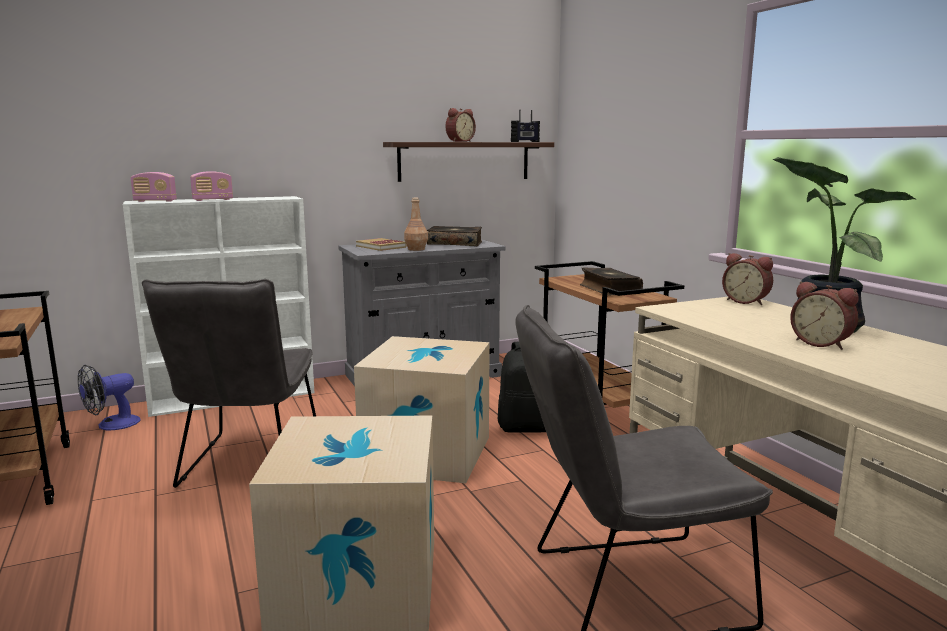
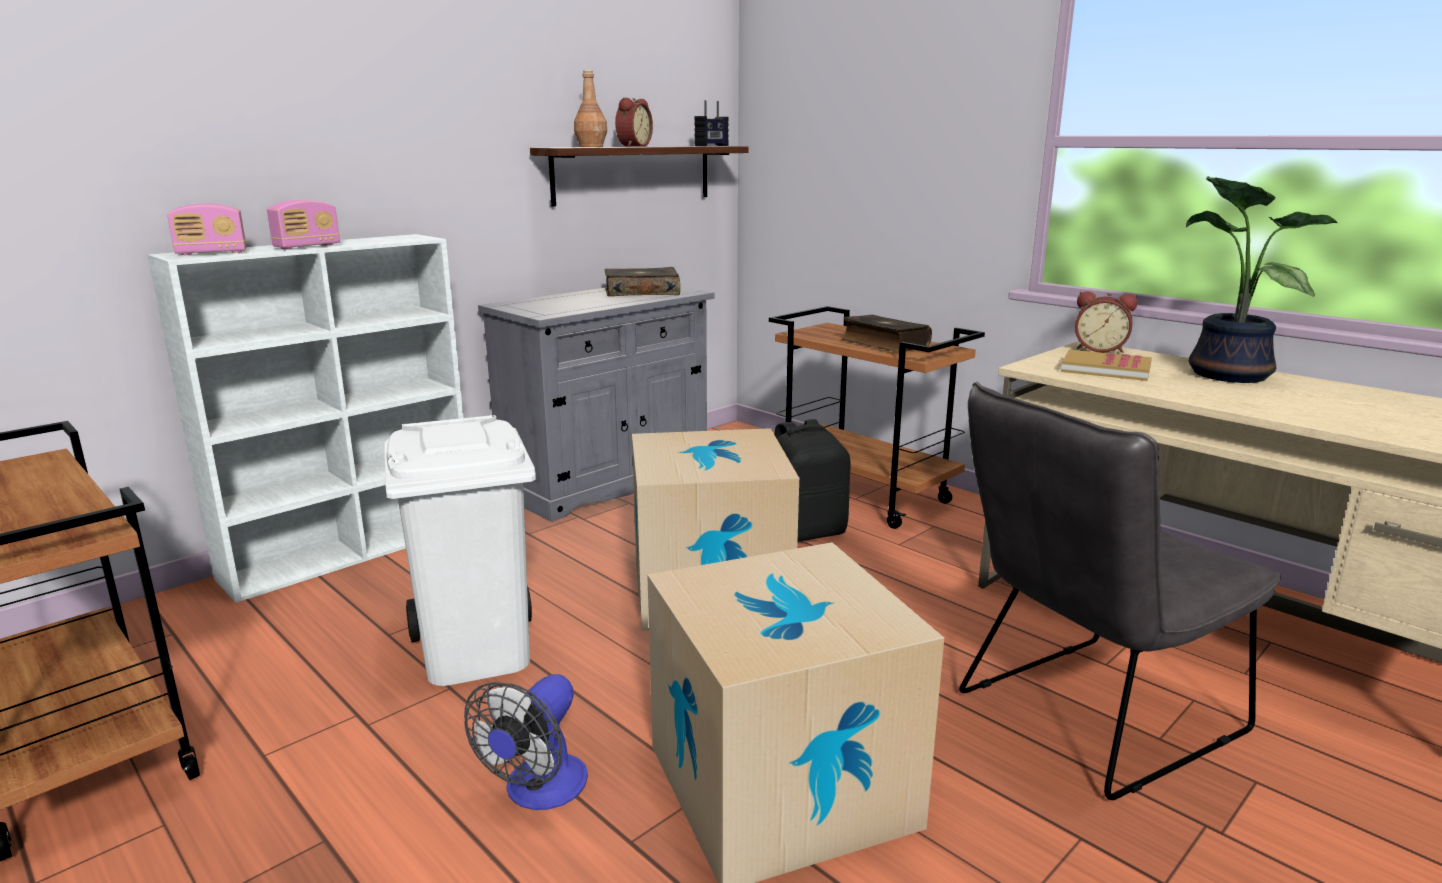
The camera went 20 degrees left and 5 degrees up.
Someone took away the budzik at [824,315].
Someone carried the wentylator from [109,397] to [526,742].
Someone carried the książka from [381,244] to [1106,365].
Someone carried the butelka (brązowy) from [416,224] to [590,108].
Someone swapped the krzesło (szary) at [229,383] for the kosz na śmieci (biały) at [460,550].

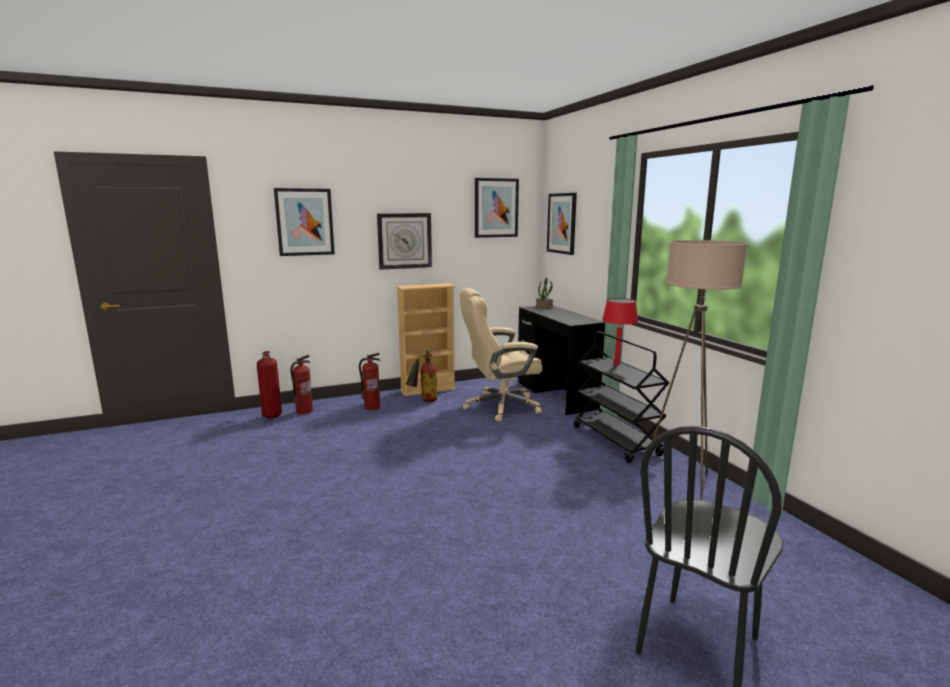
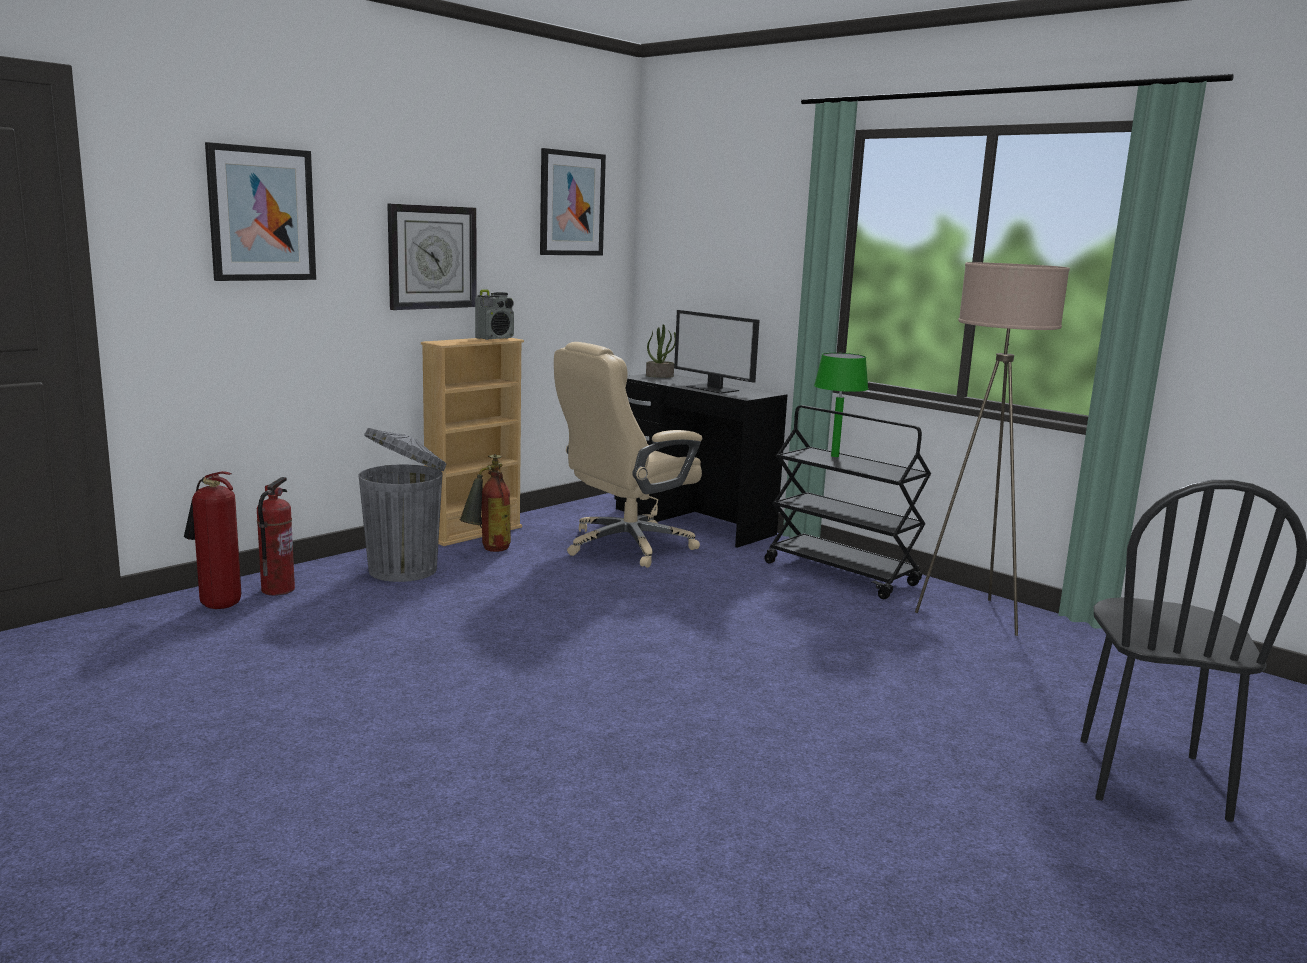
The camera went 25 degrees left and 0 degrees up.
Someone took away the obraz at [562,224].
Someone put down the radio at [494,314].
Someone put down the monitor at [717,352].
Someone swapped the gaśnica at [370,381] for the kosz na śmieci (szary) at [402,505].
Someone repainted the lampa stołowa (czerwony) at [620,332], which became the lampa stołowa (zielony) at [841,405].

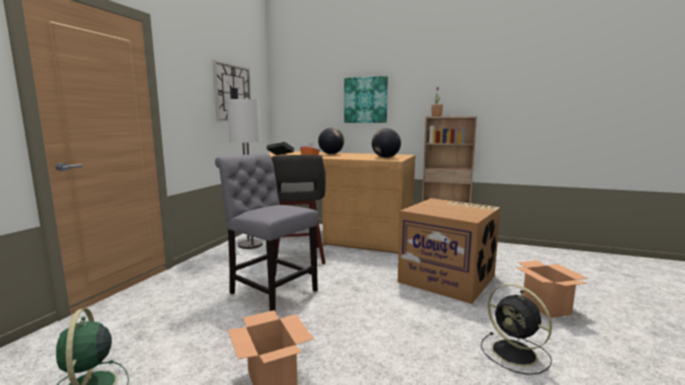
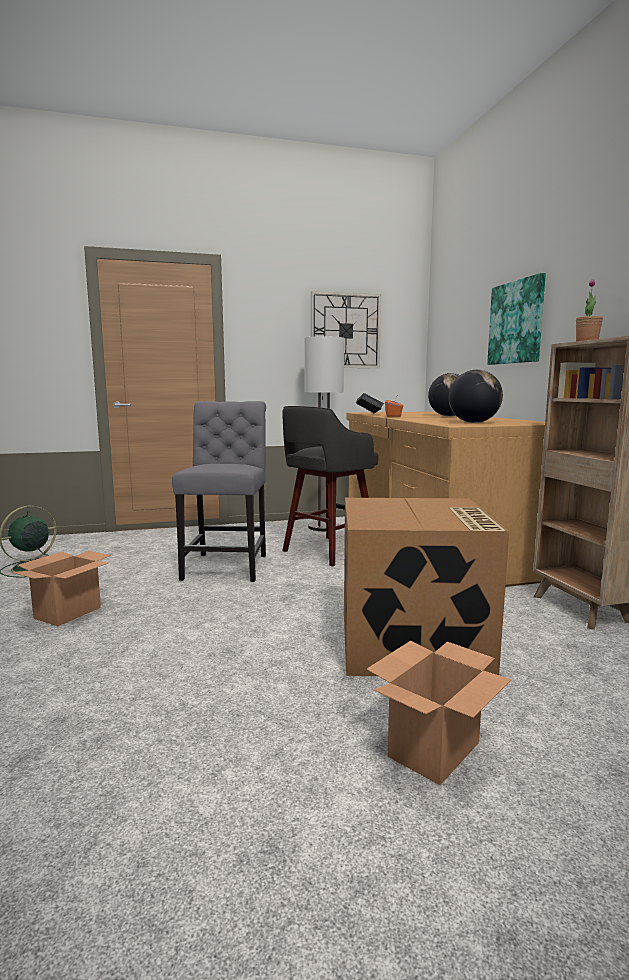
The camera went 55 degrees right and 0 degrees up.
Someone took away the wentylator (czarny) at [516,329].

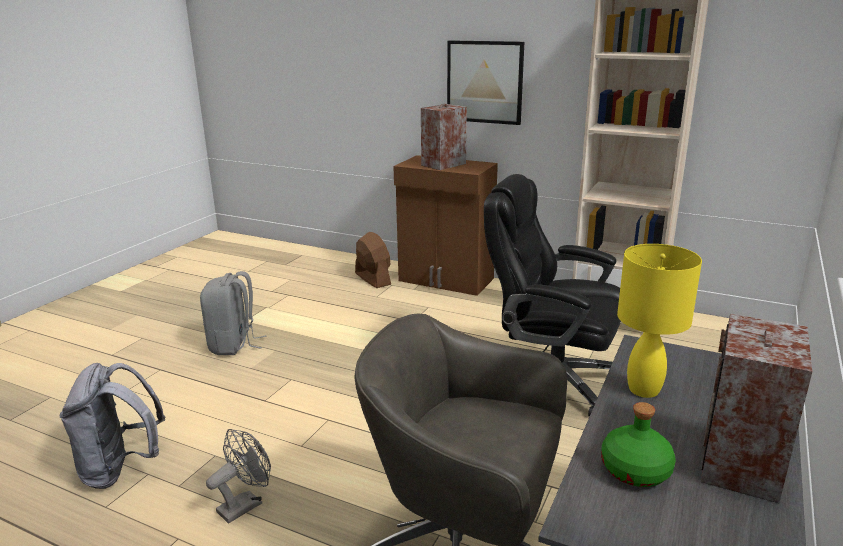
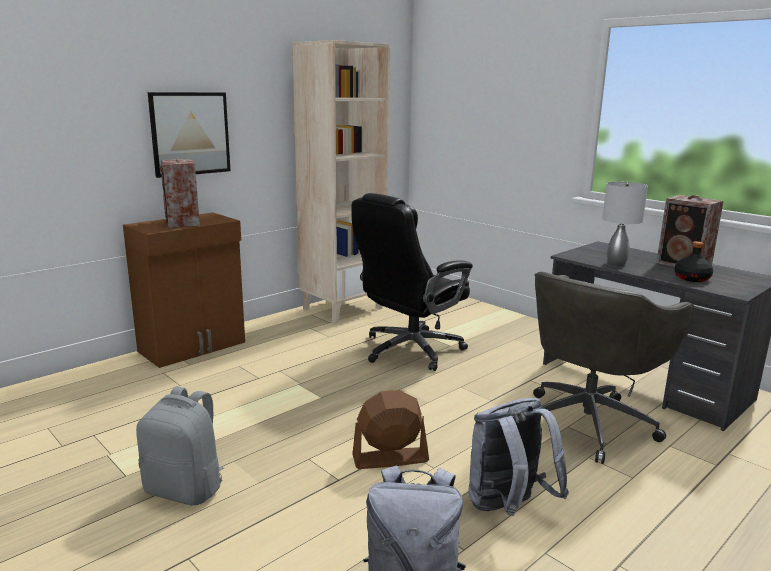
The camera went 70 degrees left and 5 degrees down.
Someone carried the wentylator (brązowy) from [373,260] to [390,429].
Someone swapped the wentylator (szary) at [238,476] for the plecak (szary) at [518,457].
Someone repainted the butelka (zielony) at [638,444], which became the butelka (czarny) at [693,261].
Someone repainted the lampa stołowa (żółty) at [659,321], which became the lampa stołowa (szary) at [625,224].

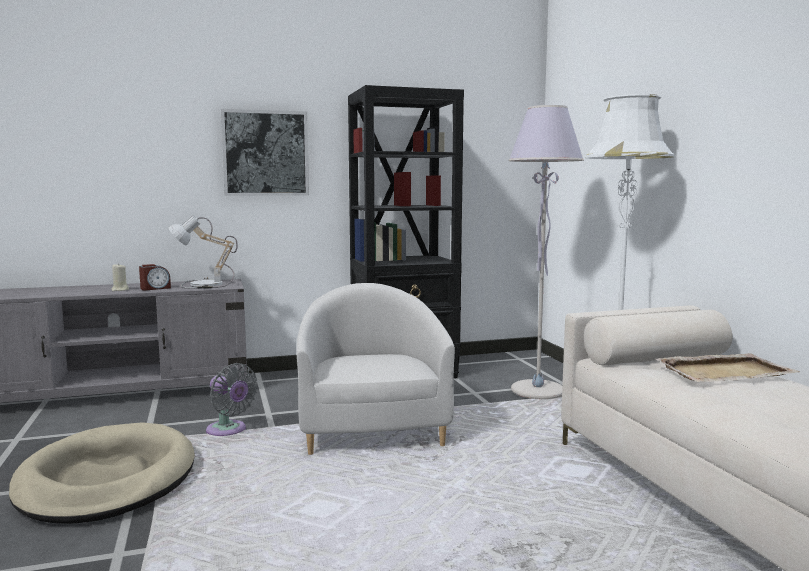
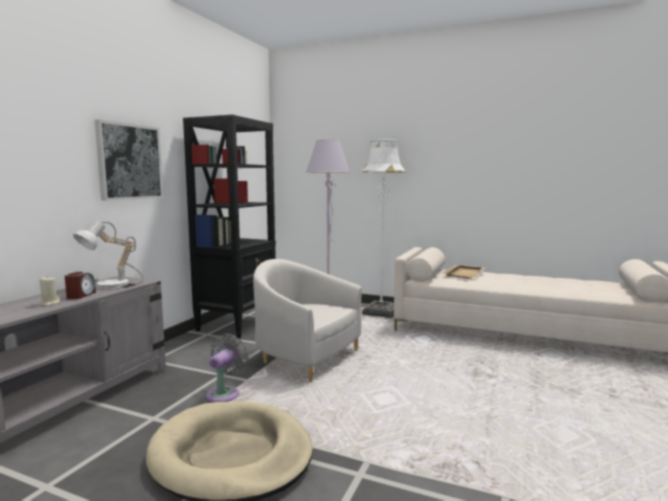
The camera went 50 degrees left and 0 degrees up.
Someone rotated the wentylator (szary) at [232,399] by 60 degrees counterclockwise.

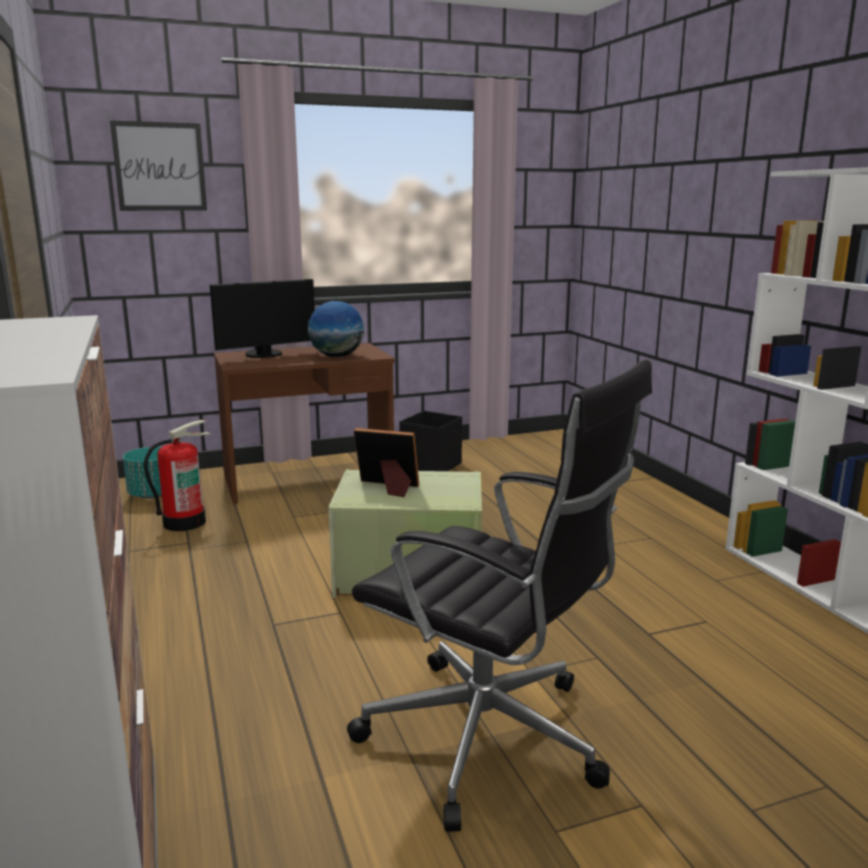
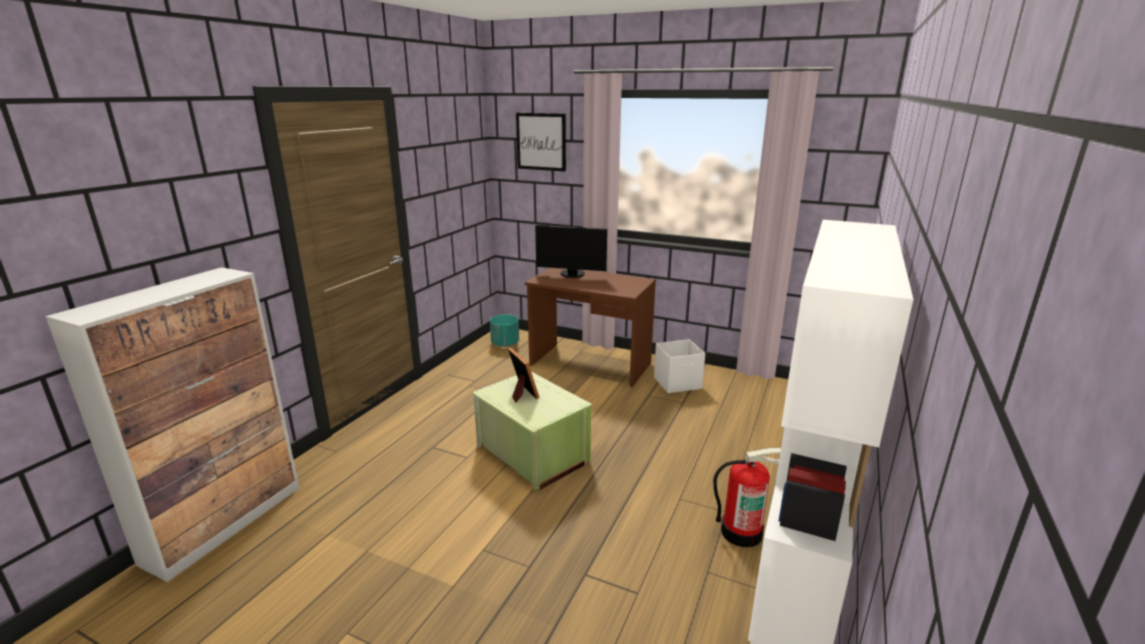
The camera went 45 degrees right and 5 degrees up.
Someone took away the globus at [336,329].
Someone took away the krzesło biurowe (czarny) at [499,596].
Someone carried the gaśnica from [177,475] to [747,497].
Someone repainted the pojemnik do przechowywania (czarny) at [431,441], which became the pojemnik do przechowywania (biały) at [679,366].

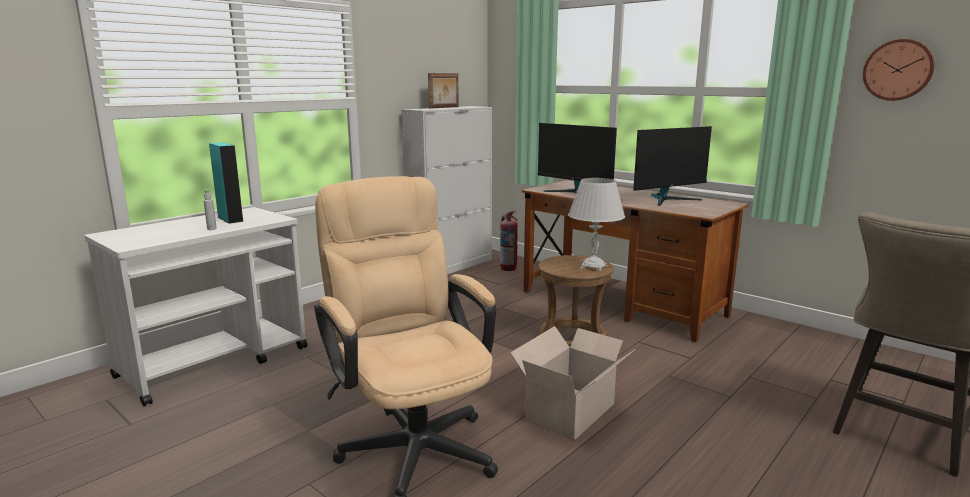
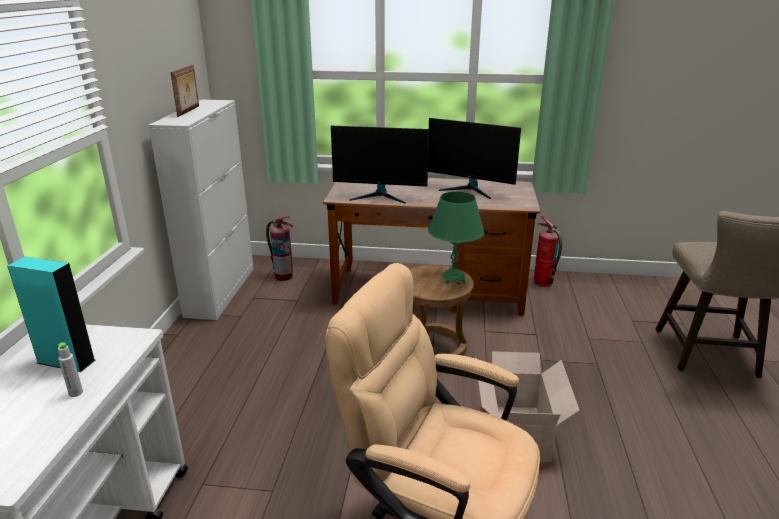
The camera went 35 degrees left and 10 degrees up.
Someone took away the zegar ścienny at [899,70].
Someone put down the gaśnica at [548,251].
Someone repainted the lampa stołowa (biały) at [596,225], which became the lampa stołowa (zielony) at [456,238].
Someone rotated the monitor at [672,166] by 90 degrees clockwise.

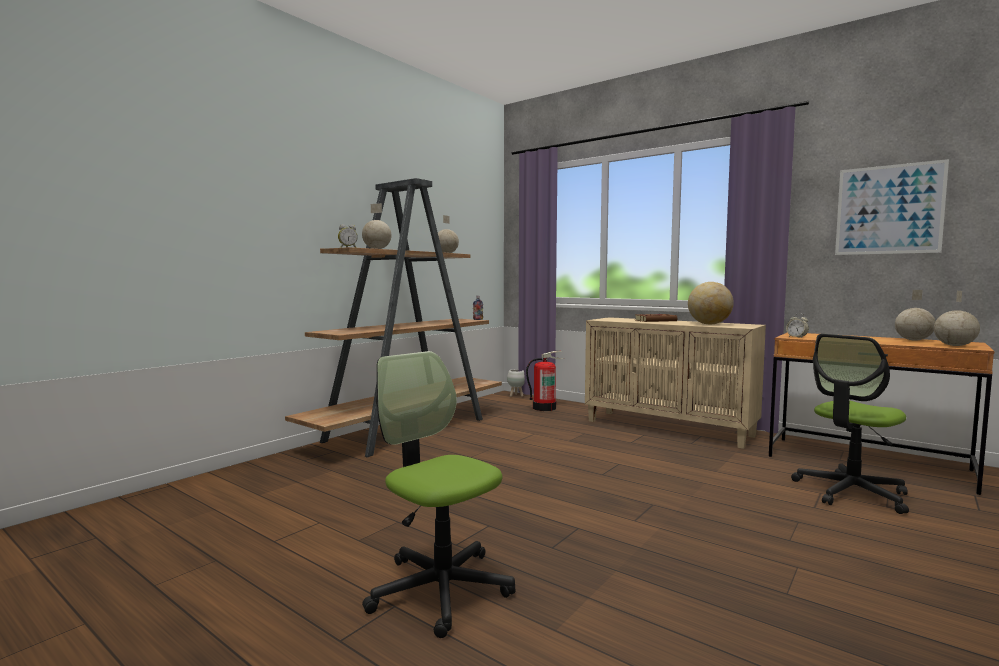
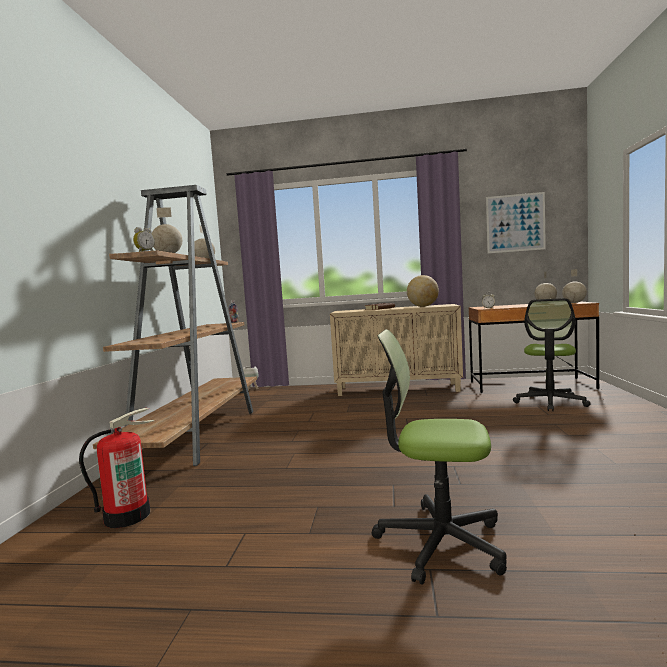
The camera went 30 degrees left and 0 degrees up.
Someone carried the gaśnica from [545,381] to [117,468].

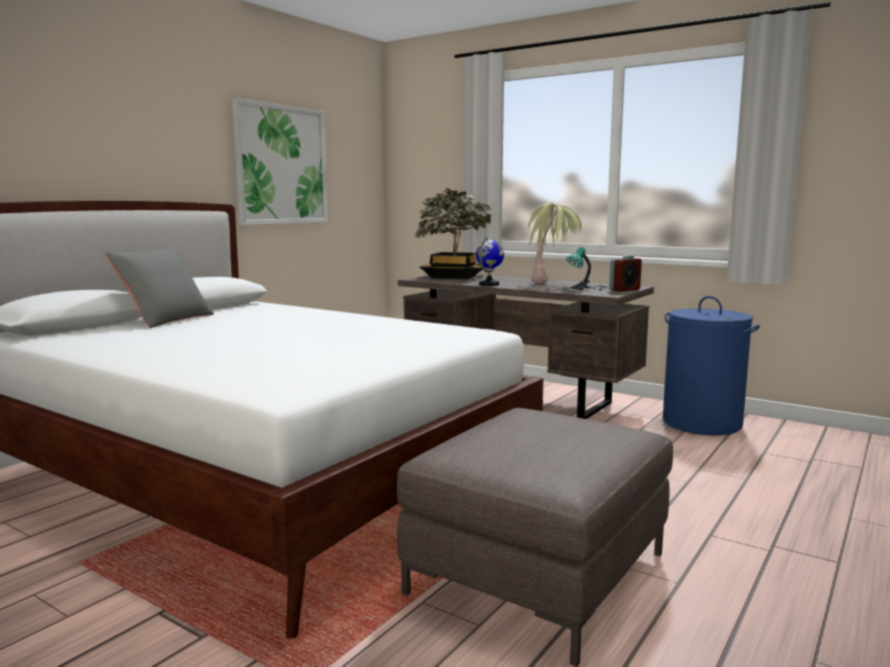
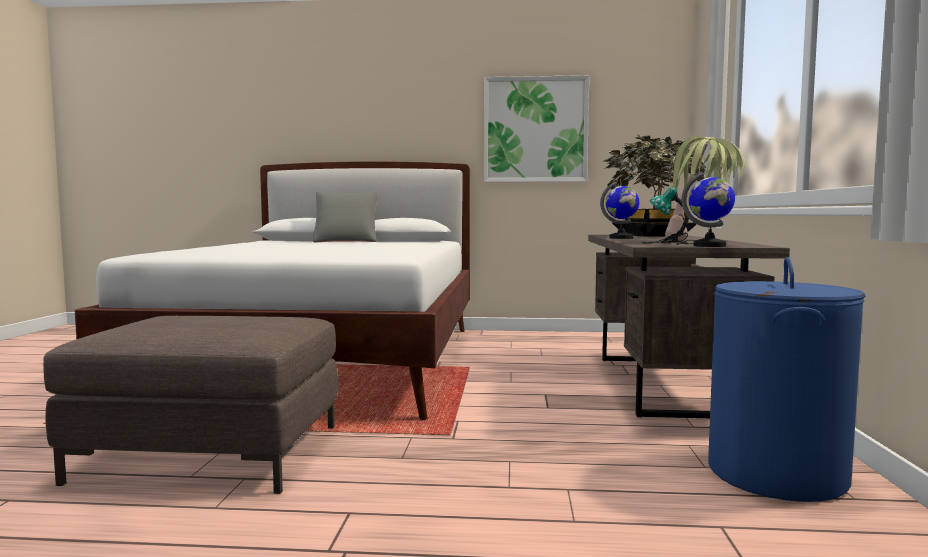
The camera went 60 degrees right and 5 degrees down.
Someone swapped the budzik at [625,273] for the globus at [708,209].

